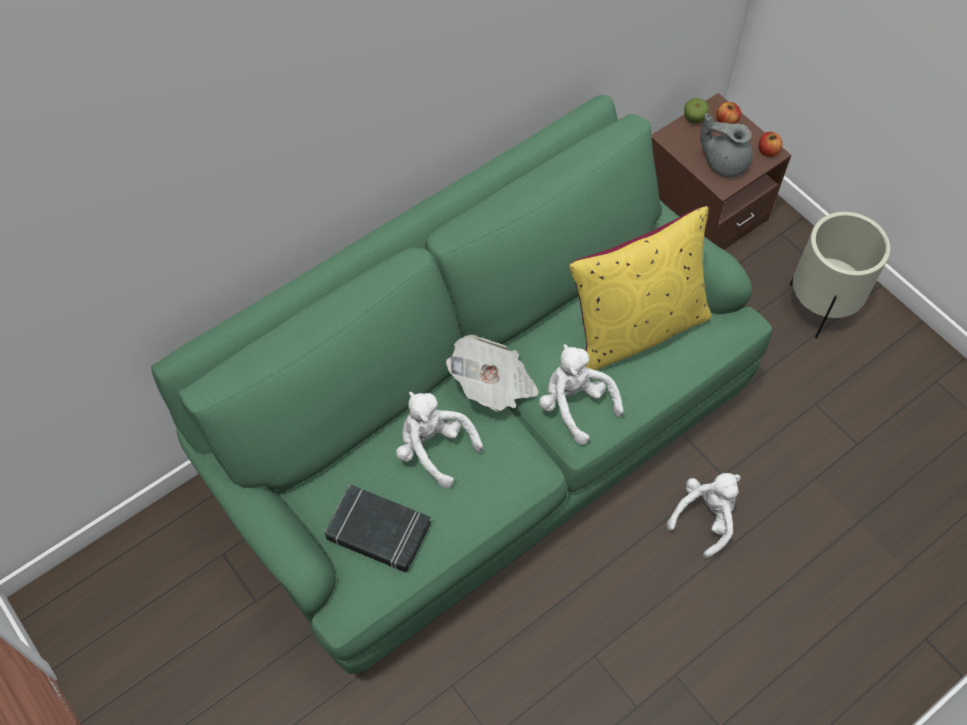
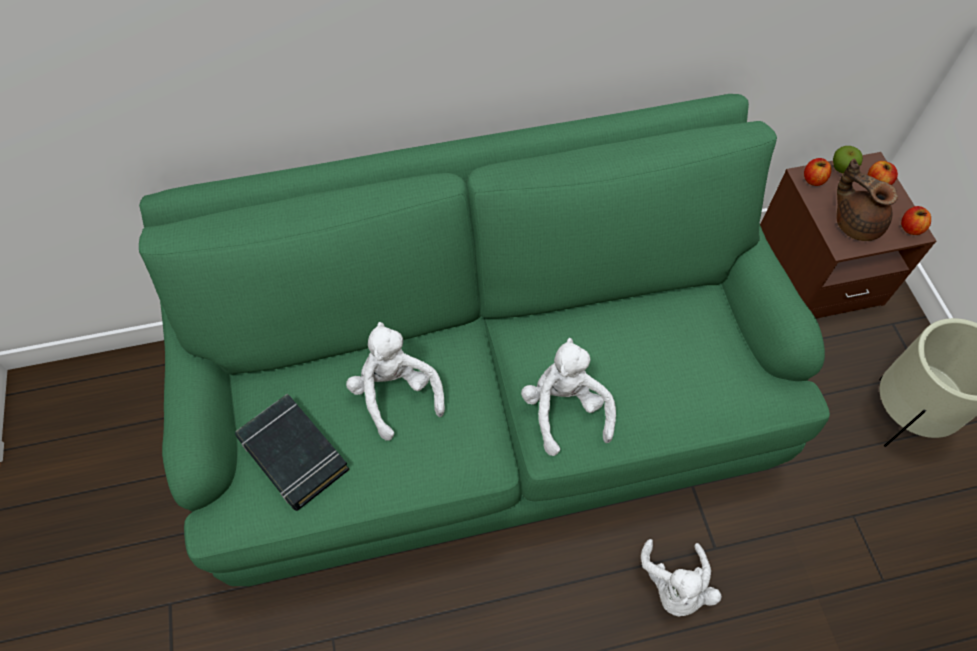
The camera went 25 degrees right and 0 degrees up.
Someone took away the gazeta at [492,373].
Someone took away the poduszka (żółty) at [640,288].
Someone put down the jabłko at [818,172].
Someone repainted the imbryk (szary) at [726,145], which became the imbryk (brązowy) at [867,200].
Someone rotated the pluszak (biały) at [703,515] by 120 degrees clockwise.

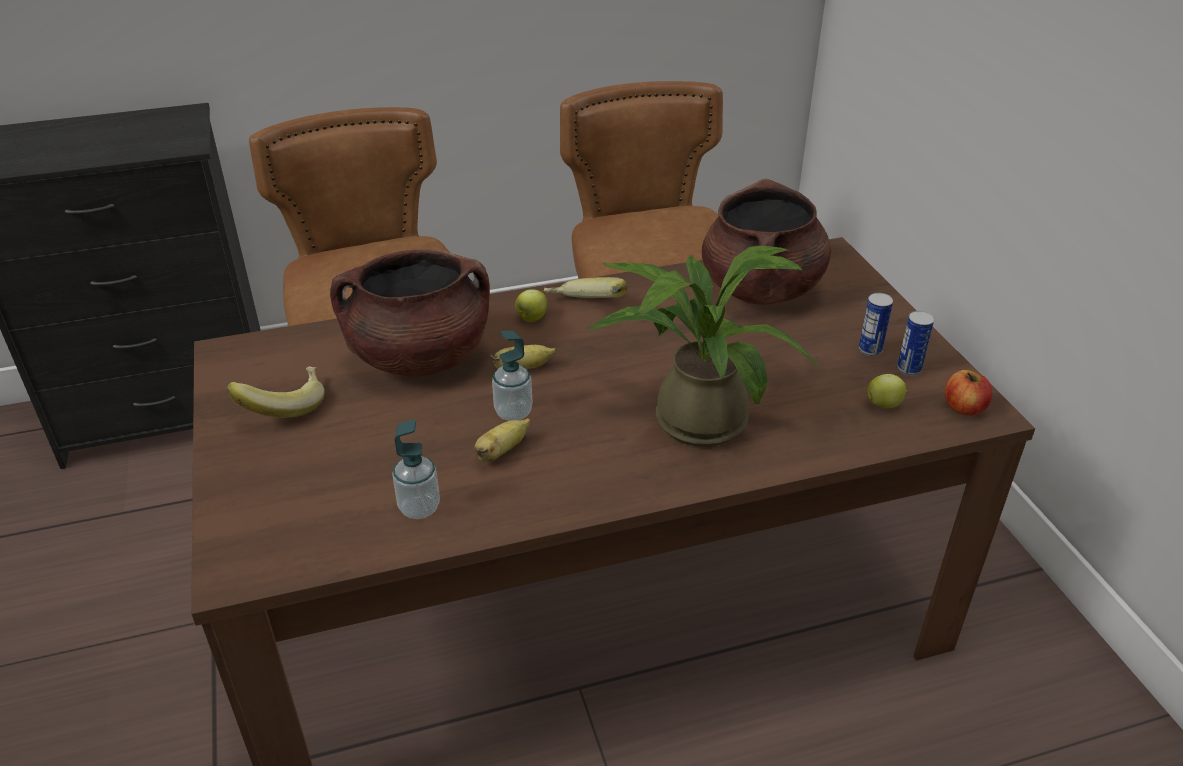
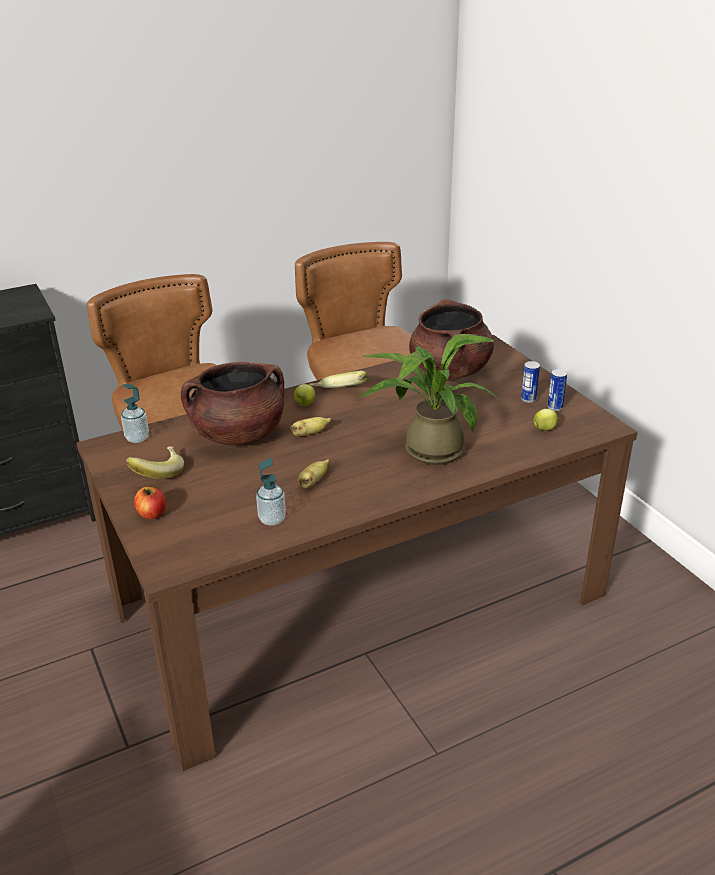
The camera went 10 degrees left and 5 degrees down.
Someone carried the dozownik mydła from [512,376] to [135,413].
Someone carried the jabłko from [968,393] to [150,503].

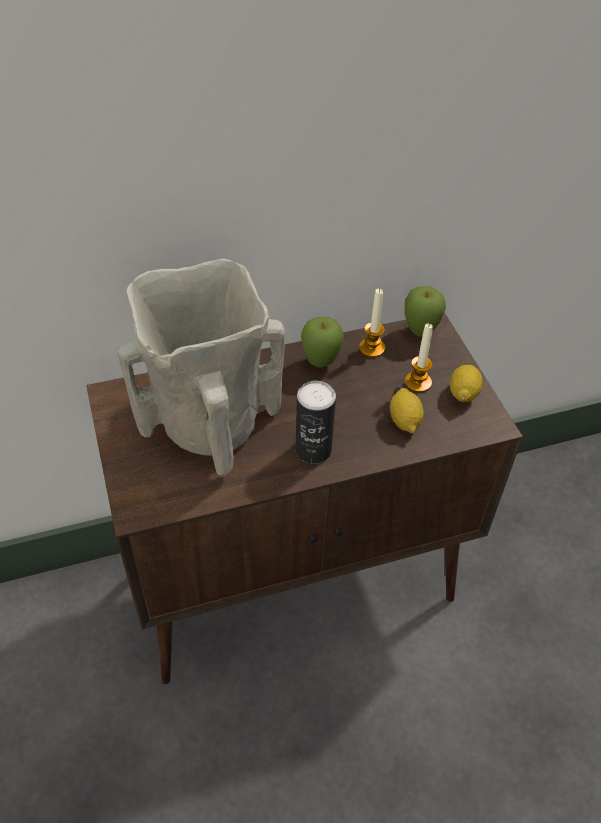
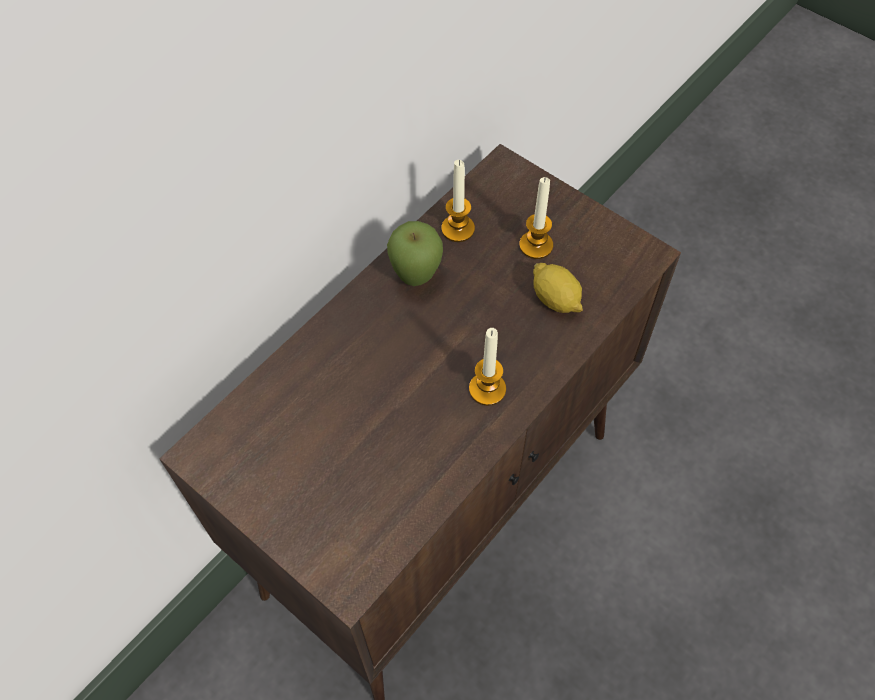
The camera went 30 degrees left and 10 degrees up.
Someone took away the wazon (beżowy) at [201,367].
Someone took away the jabłko at [425,311].
Someone took away the cytryna at [466,383].
Someone swapped the puszka at [315,422] for the świeca at [487,367].

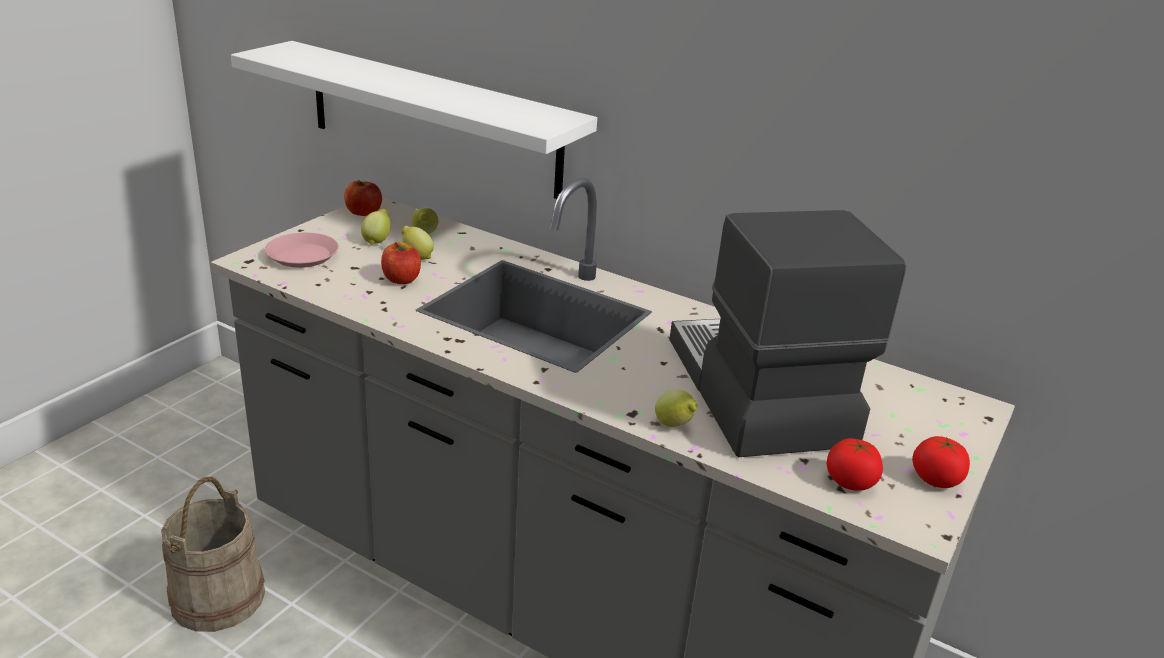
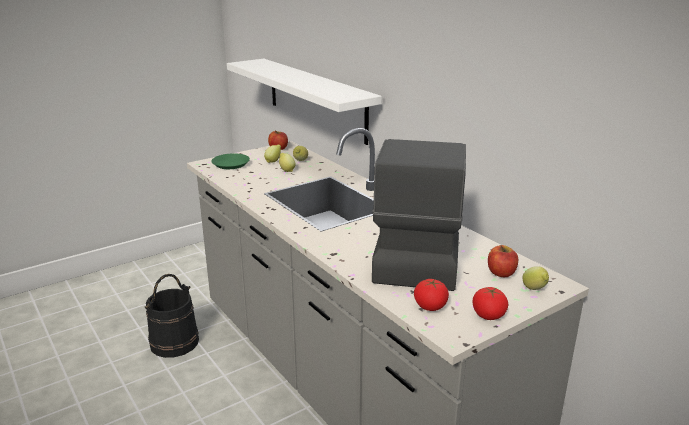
The camera went 25 degrees right and 5 degrees down.
Someone carried the jabłko from [401,263] to [503,261].
Someone carried the cytryna from [676,408] to [535,278].
Someone repainted the wiadro (beżowy) at [213,554], which became the wiadro (czarny) at [172,316].
Someone repainted the talerz (różowy) at [302,250], which became the talerz (zielony) at [230,161].

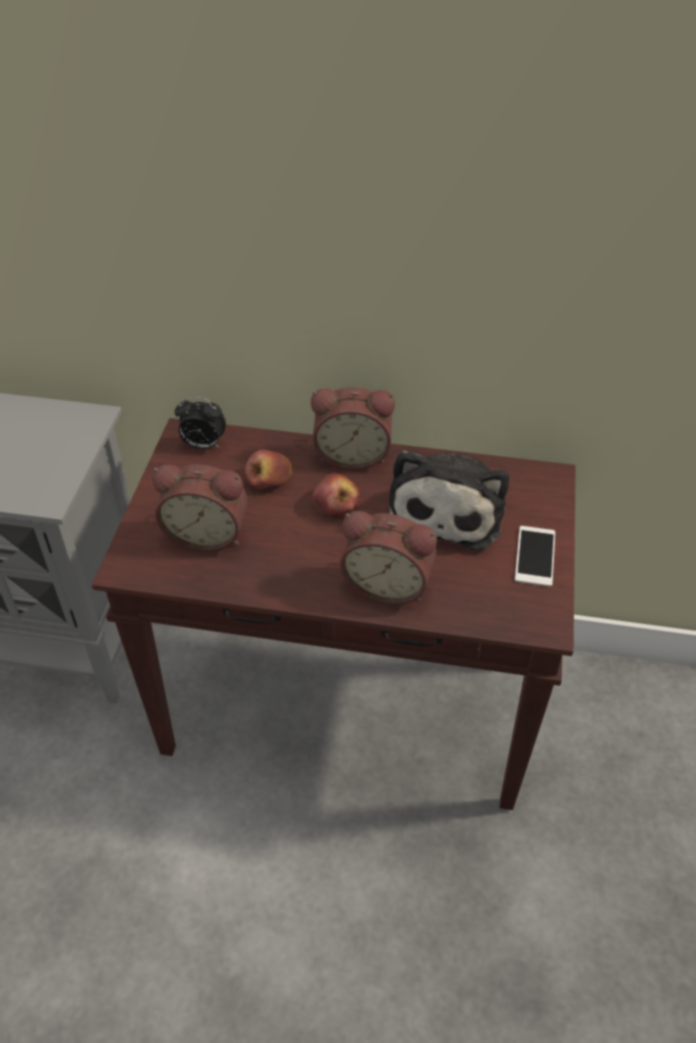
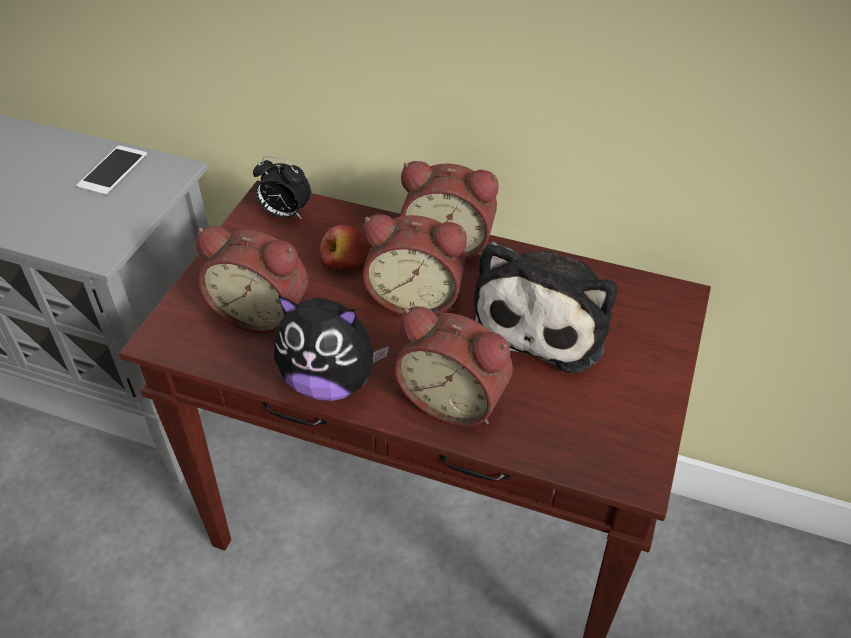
The camera went 10 degrees right and 0 degrees up.
Someone put down the pluszak at [331,348].
Someone carried the telefon from [535,556] to [111,170].
Someone swapped the jabłko at [336,495] for the budzik at [414,264].

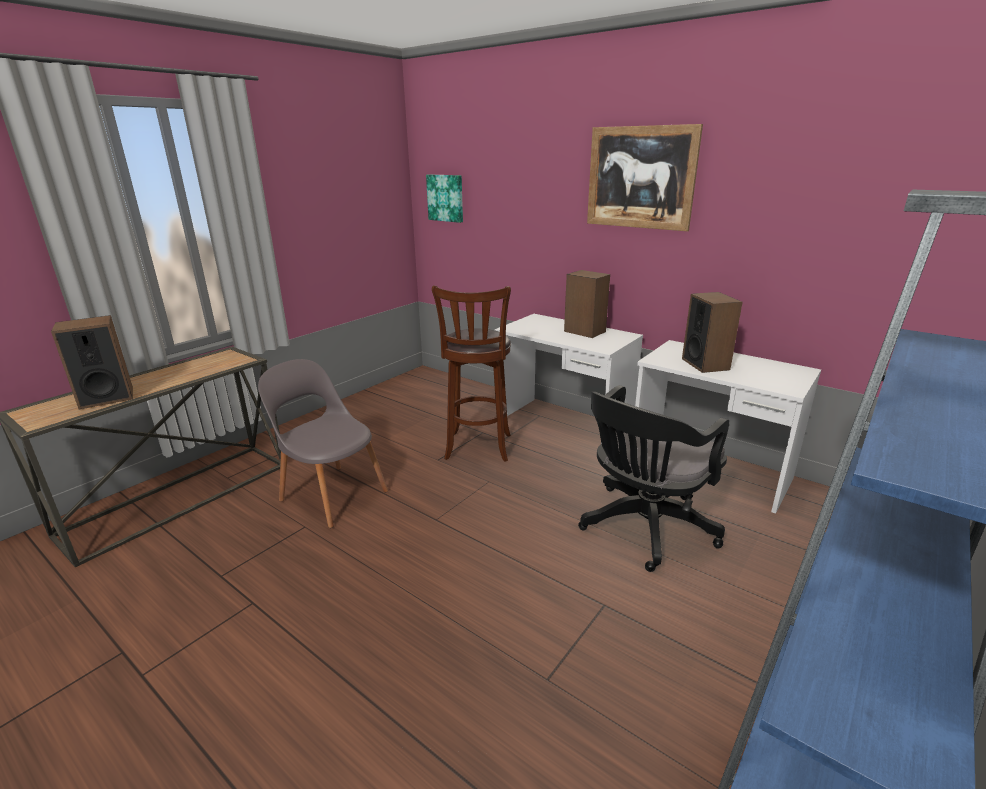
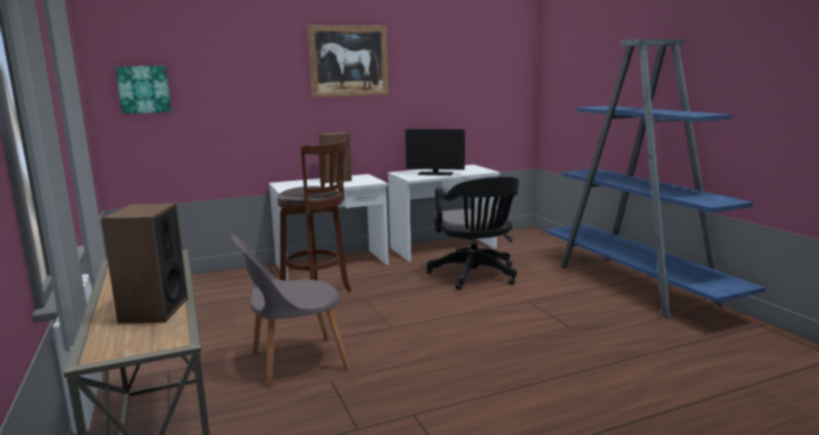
The camera went 60 degrees left and 10 degrees down.
Someone swapped the głośnik at [712,332] for the monitor at [435,152].

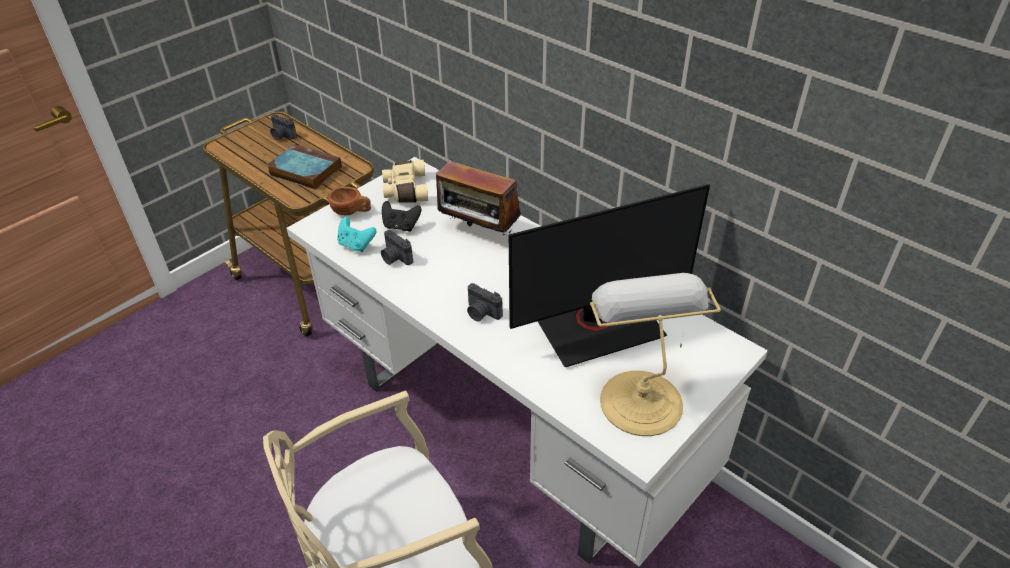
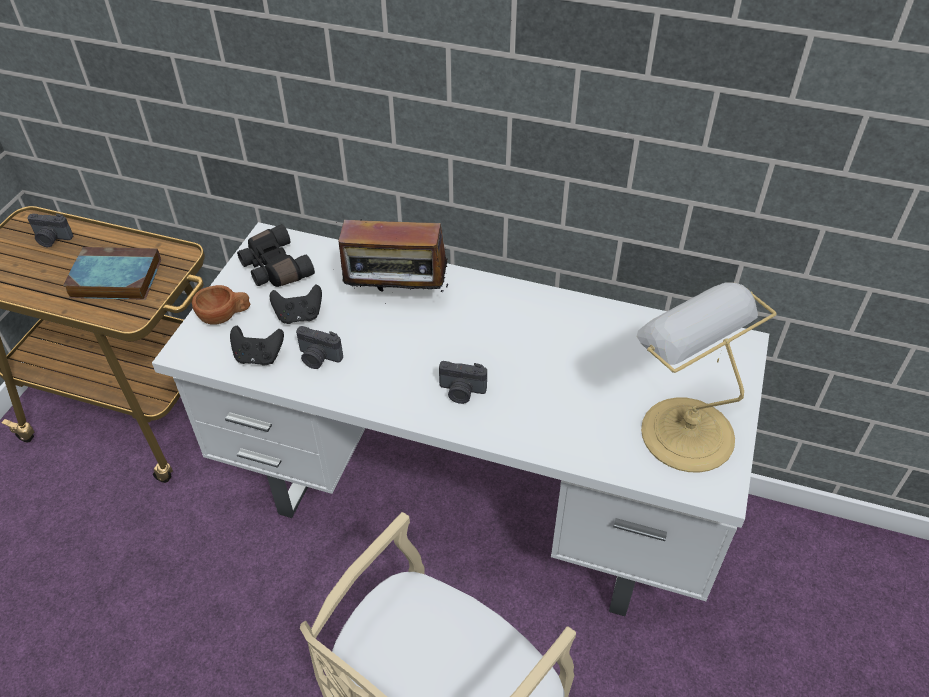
The camera went 25 degrees left and 5 degrees up.
Someone took away the monitor at [609,275].
Someone repainted the pad do gier (turkusowy) at [356,234], which became the pad do gier (czarny) at [257,346].
Someone repainted the lornetka (beżowy) at [405,181], which became the lornetka (czarny) at [276,255].

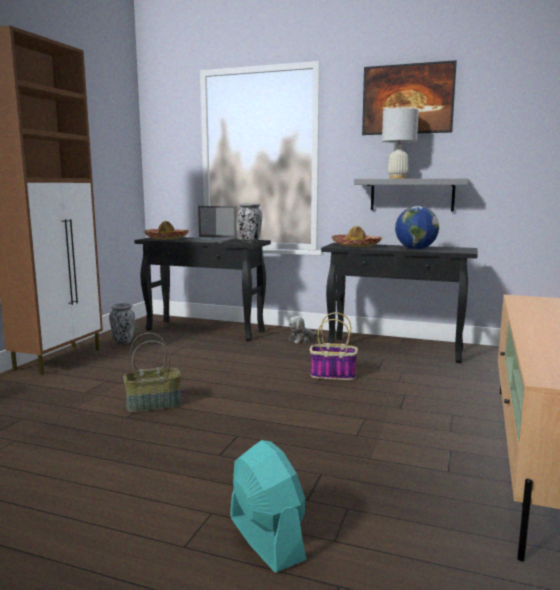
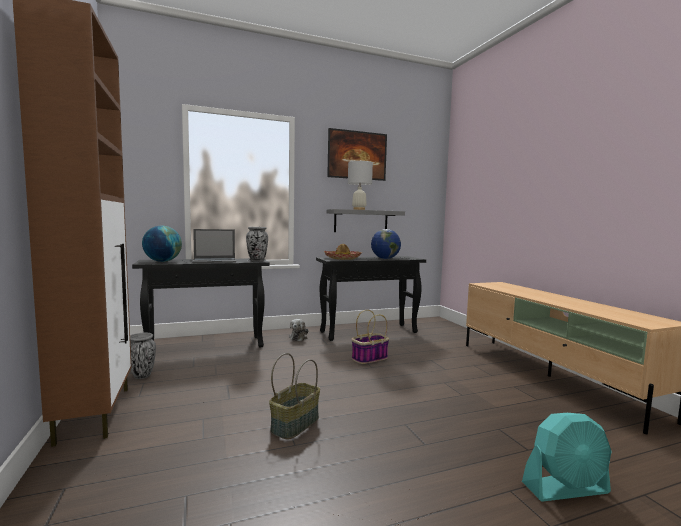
The camera went 40 degrees left and 5 degrees down.
Someone swapped the kapelusz at [166,230] for the globus at [162,244].
Someone rotated the wentylator (turkusowy) at [268,506] by 150 degrees clockwise.

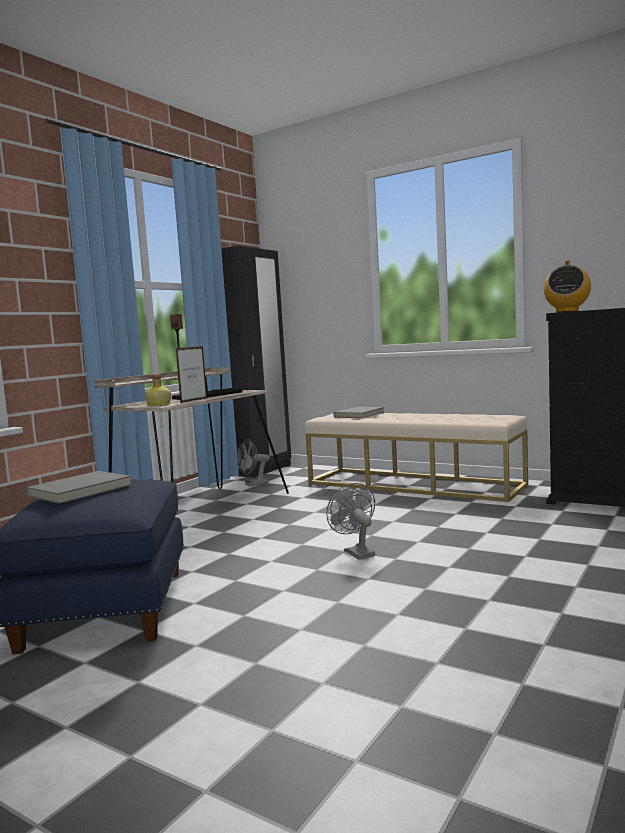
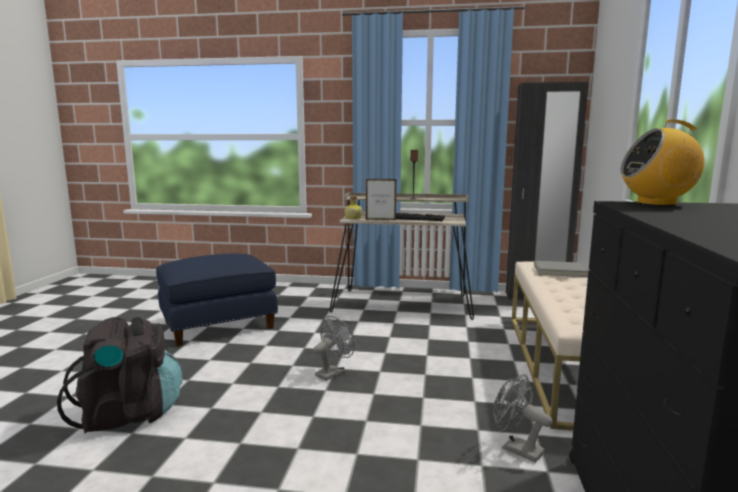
The camera went 65 degrees right and 5 degrees up.
Someone took away the książka (szary) at [79,487].
Someone put down the plecak (czarny) at [119,375].
Someone carried the wentylator (szary) from [253,462] to [523,418].

